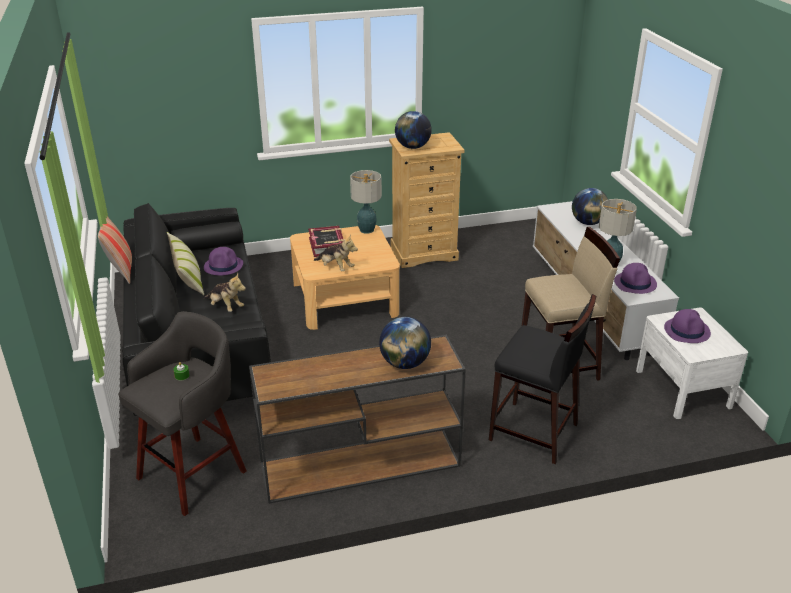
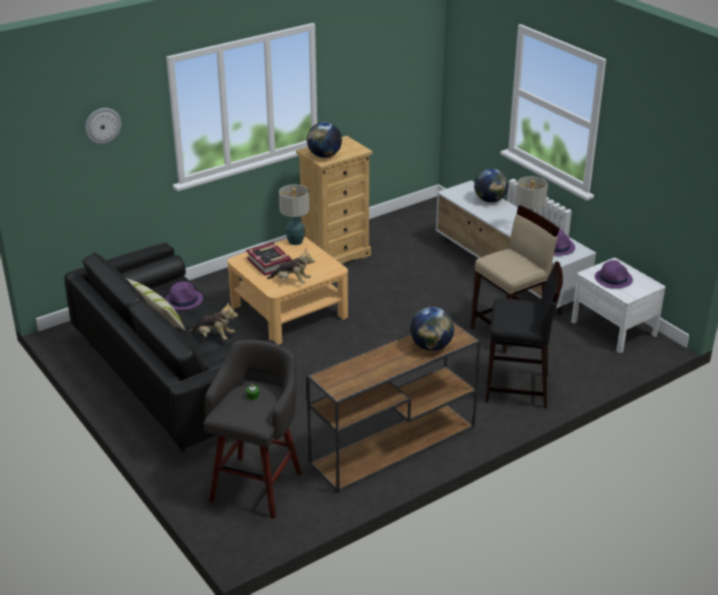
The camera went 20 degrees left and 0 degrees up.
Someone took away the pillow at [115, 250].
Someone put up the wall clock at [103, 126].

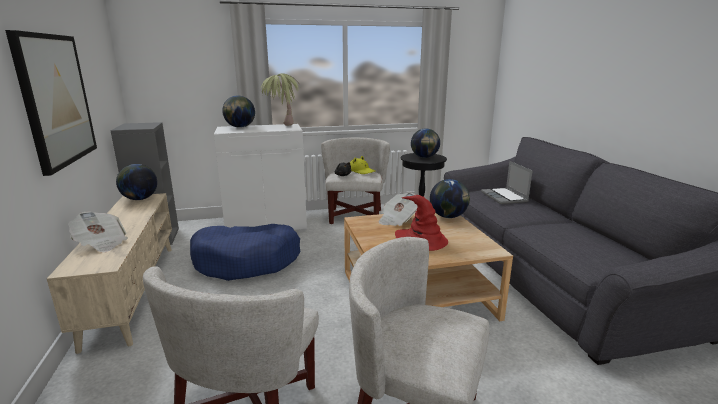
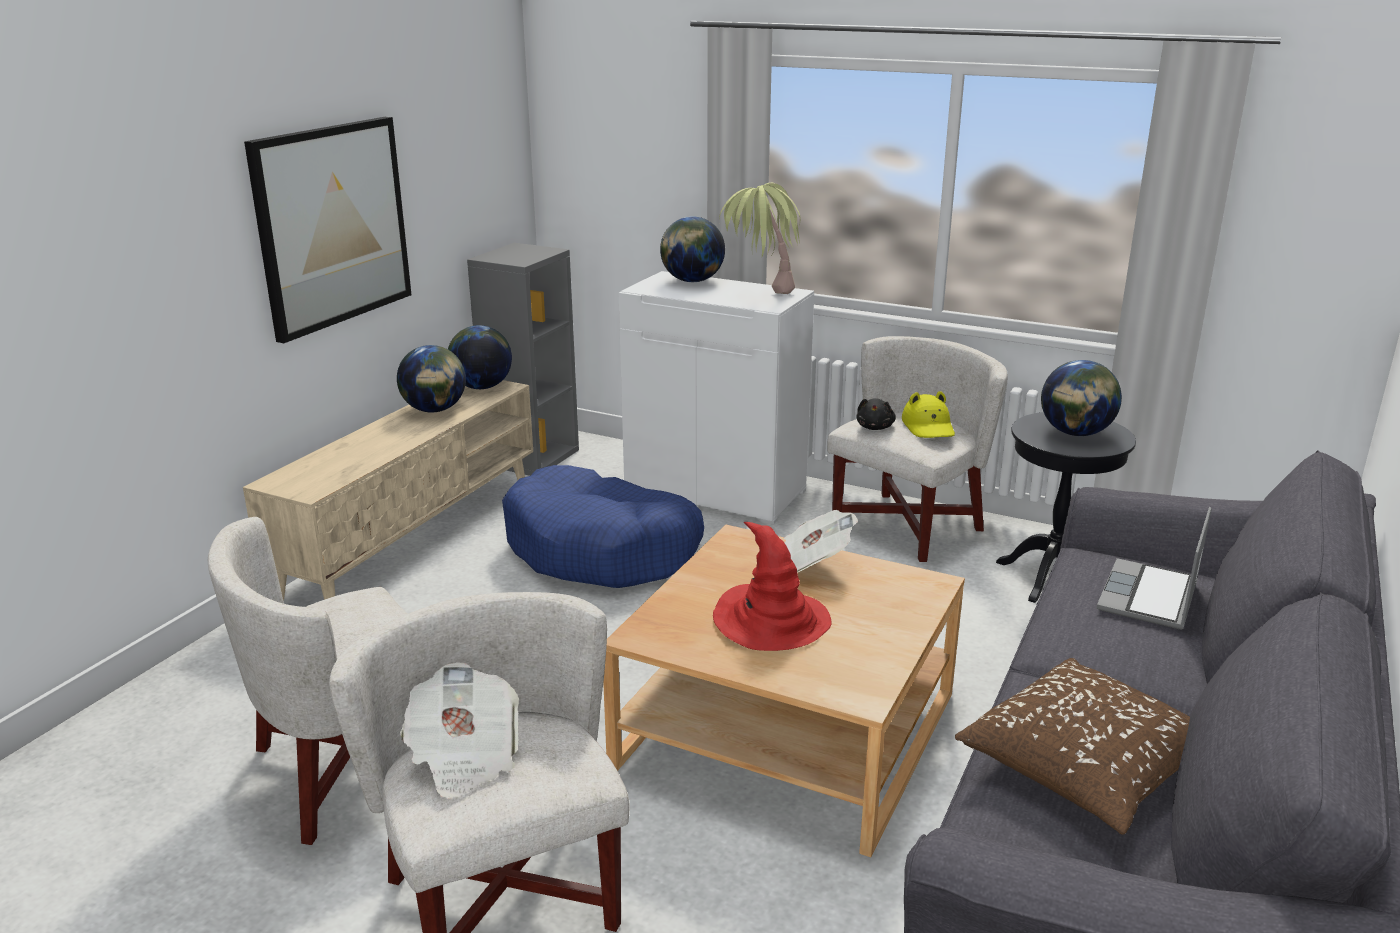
The camera went 40 degrees right and 5 degrees up.
Someone carried the globe from [450, 198] to [431, 379].
Someone carried the newspaper from [98, 231] to [459, 730].
Someone put down the pillow in brown at [1072, 746].

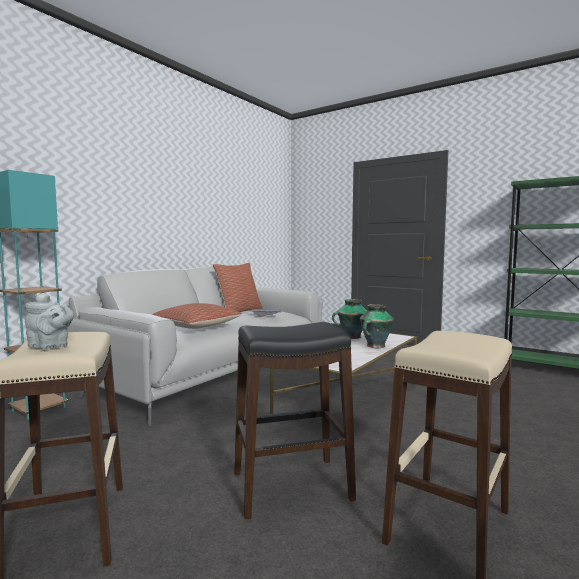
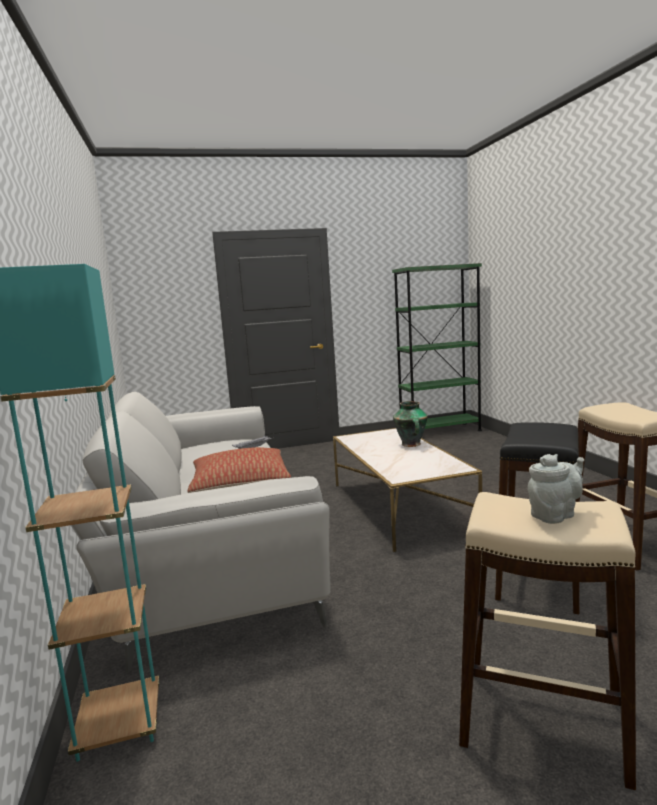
The camera went 50 degrees left and 5 degrees up.
Someone took away the pillow at [238, 287].
Someone took away the vase at [349, 319].

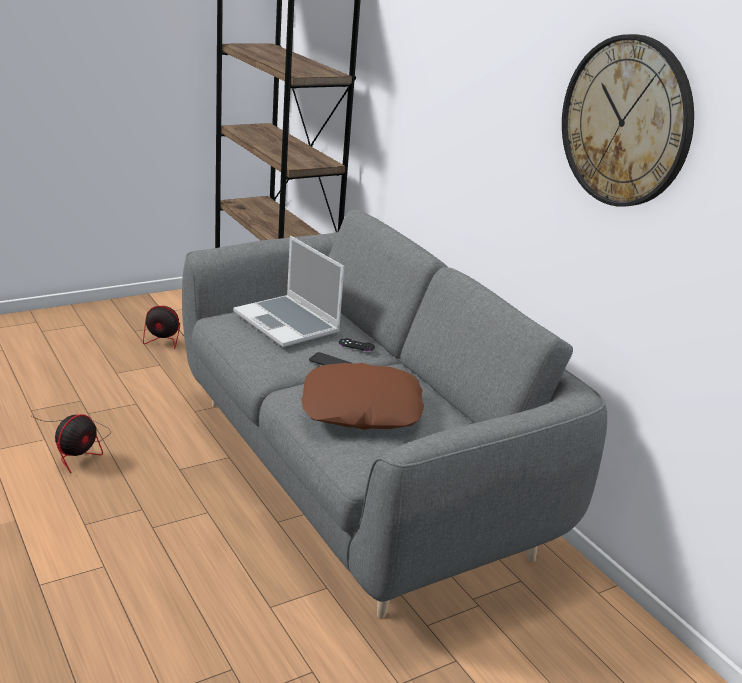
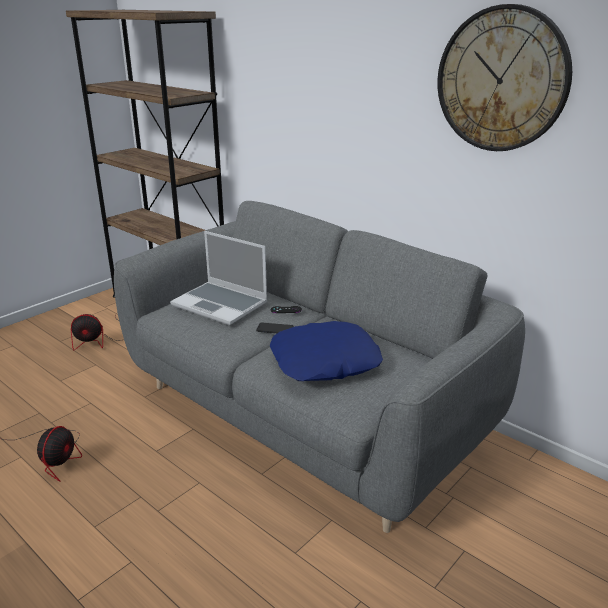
The camera went 15 degrees left and 0 degrees up.
Someone repainted the pillow in brown at [362, 396], which became the pillow in blue at [326, 351].

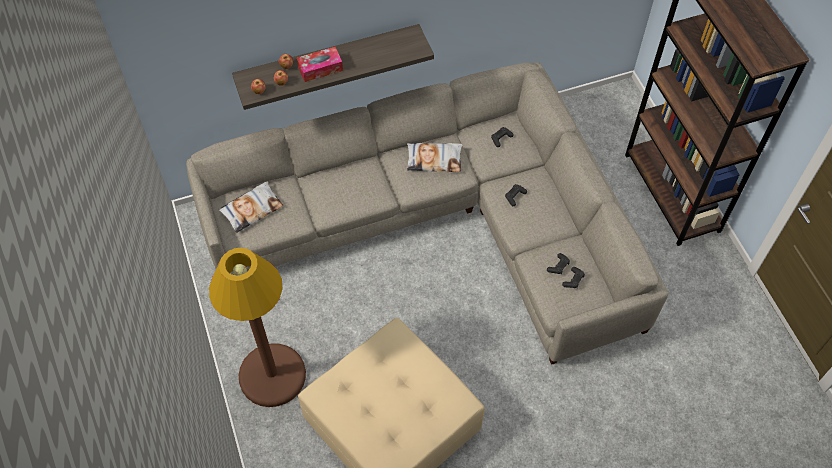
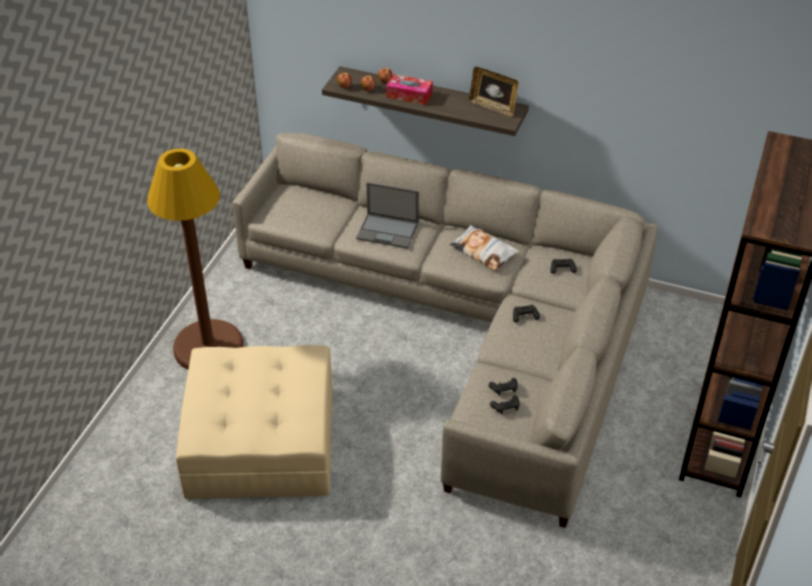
The camera went 40 degrees right and 15 degrees down.
Someone took away the pillow at [251, 207].
Someone put down the picture frame at [493, 92].
Someone put down the laptop at [387, 215].

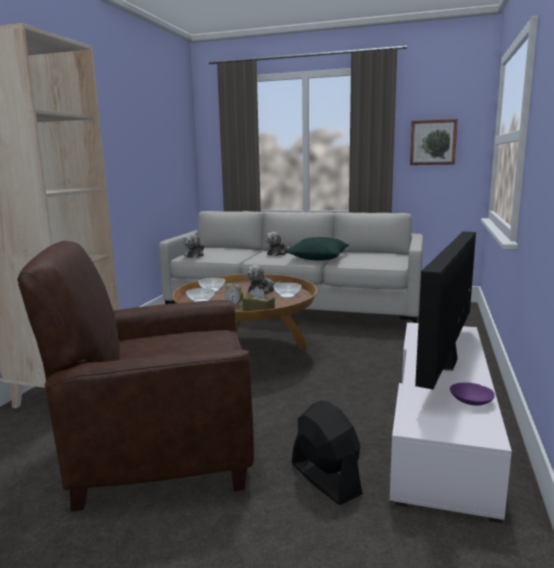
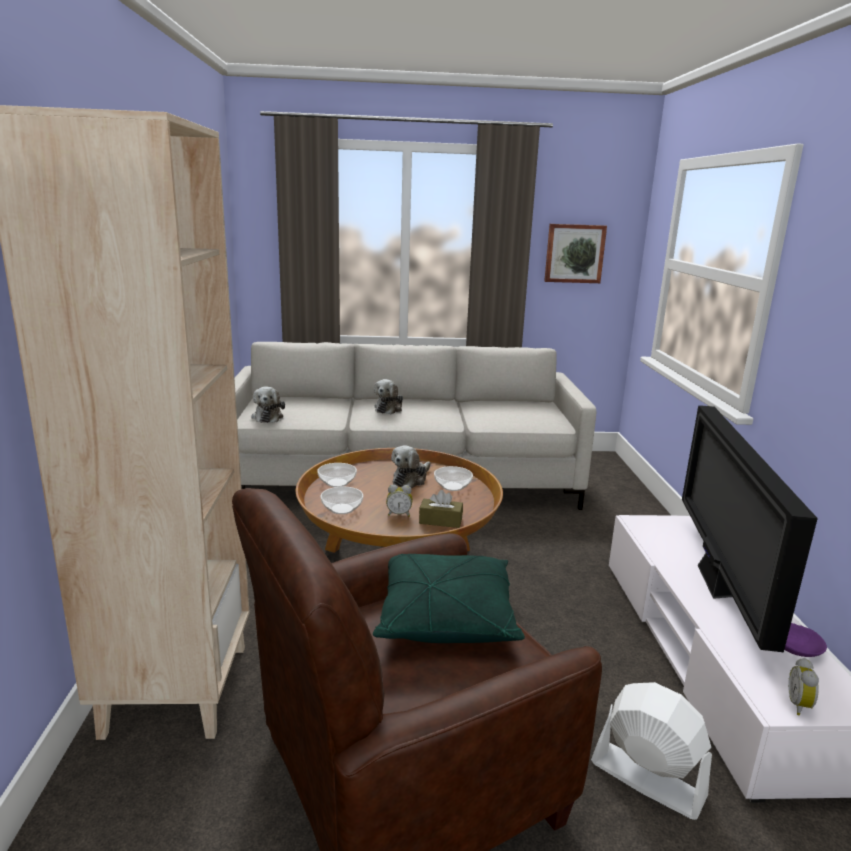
The camera went 20 degrees left and 5 degrees up.
Someone carried the pillow in green from [317, 249] to [449, 598].
Someone repainted the fan in black at [327, 452], which became the fan in white at [651, 751].
Someone put down the alarm clock at [803, 687].

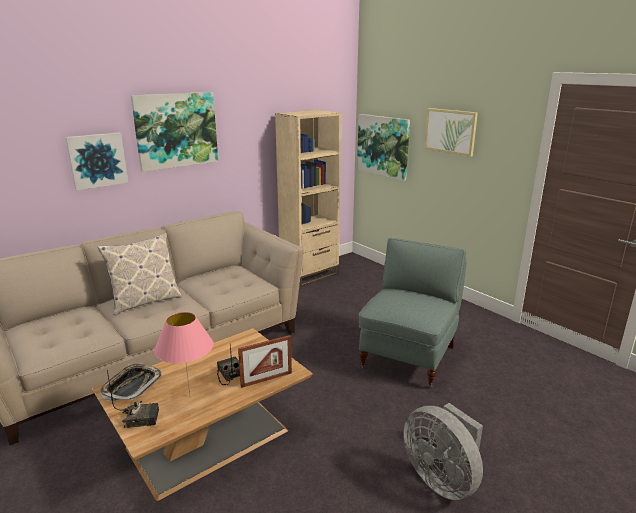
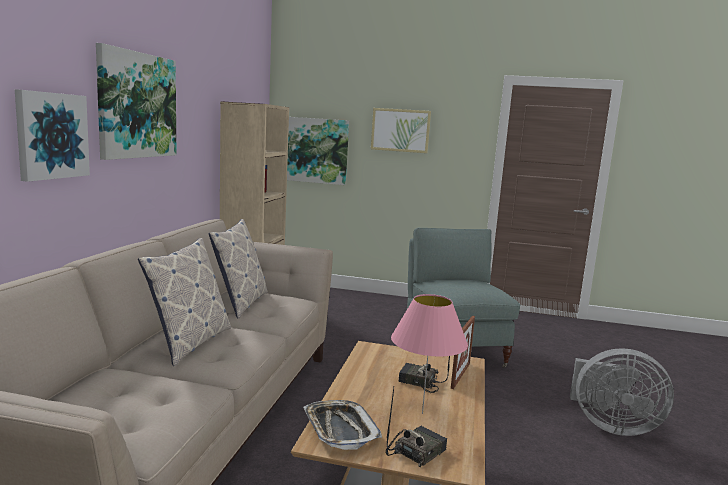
The camera went 40 degrees left and 10 degrees down.
Someone put down the pillow at [238, 269].

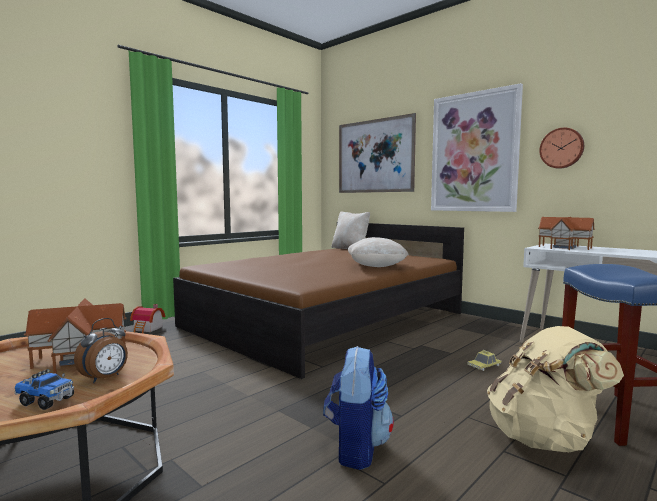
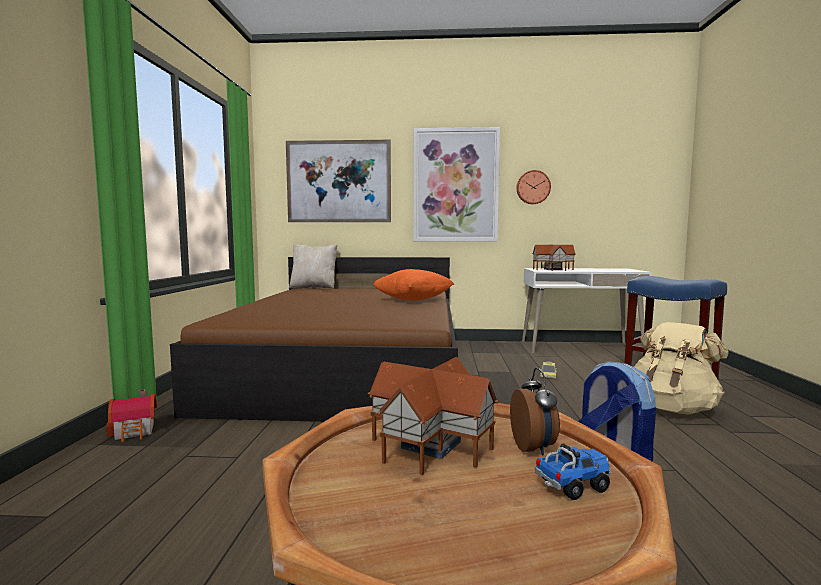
The camera went 40 degrees left and 0 degrees up.
Someone repainted the pillow in beige at [378, 252], which became the pillow in orange at [413, 285].

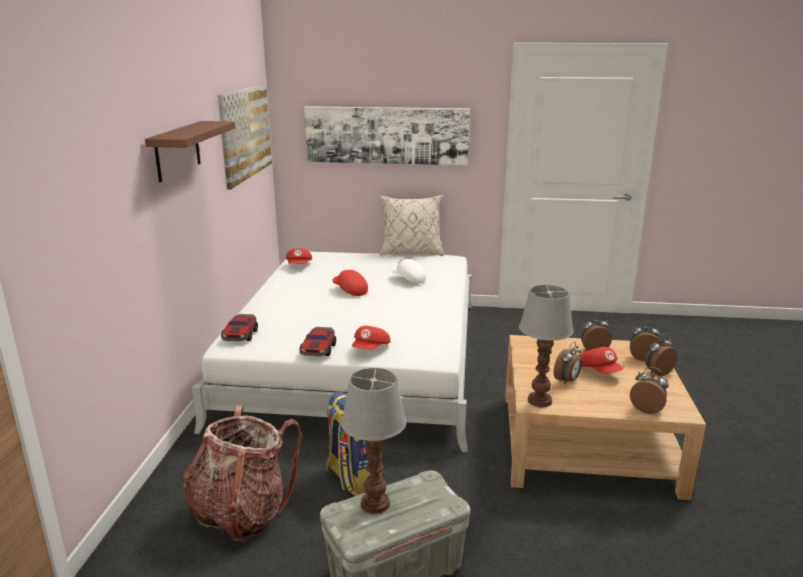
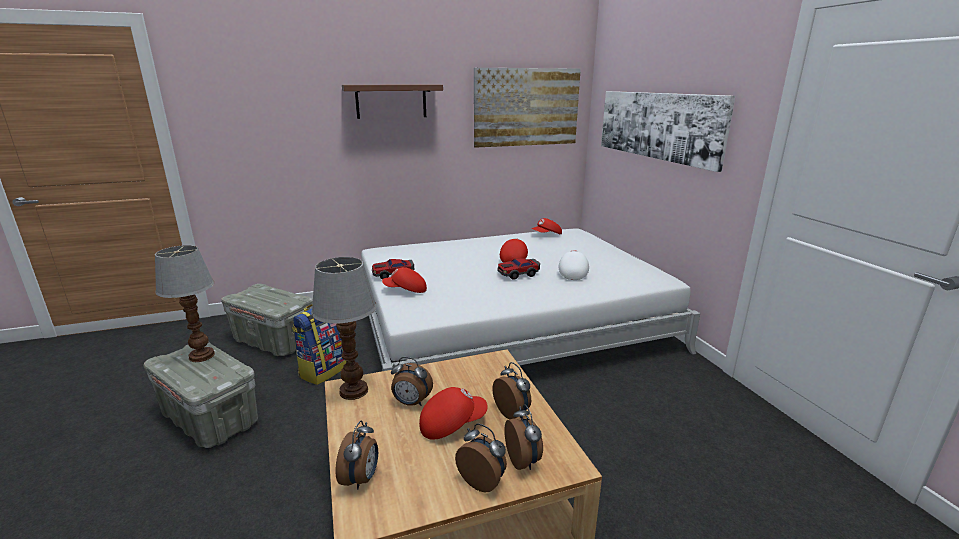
The camera went 65 degrees right and 0 degrees up.
Someone took away the pillow in beige at [411, 225].
Someone carried the toy car from [239, 327] to [519, 269].
Someone rotated the cap in red at [601, 360] by 150 degrees counterclockwise.
Someone swapped the backpack at [242, 473] for the storage box in grey at [267, 320].

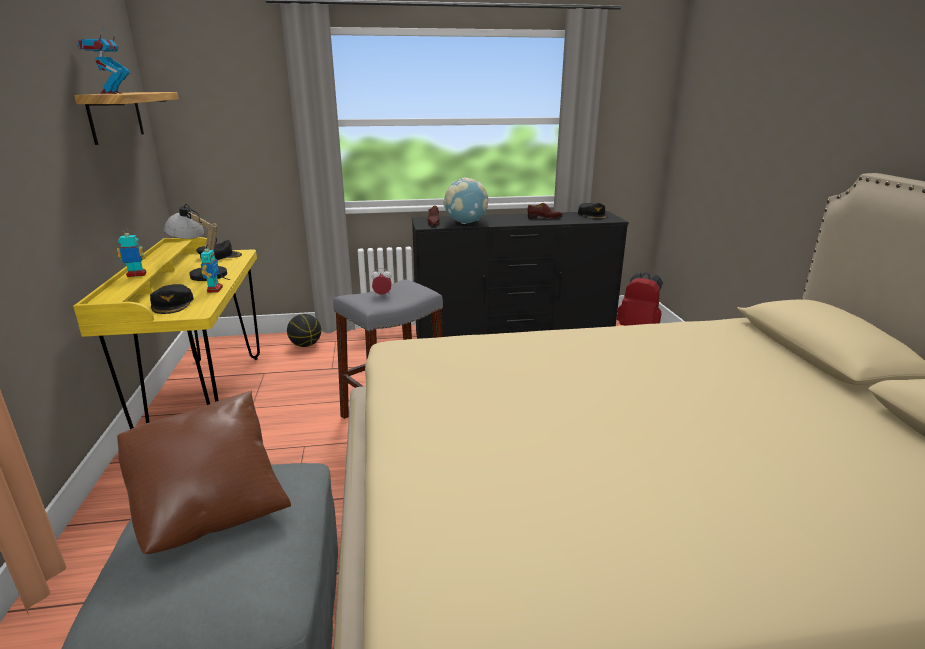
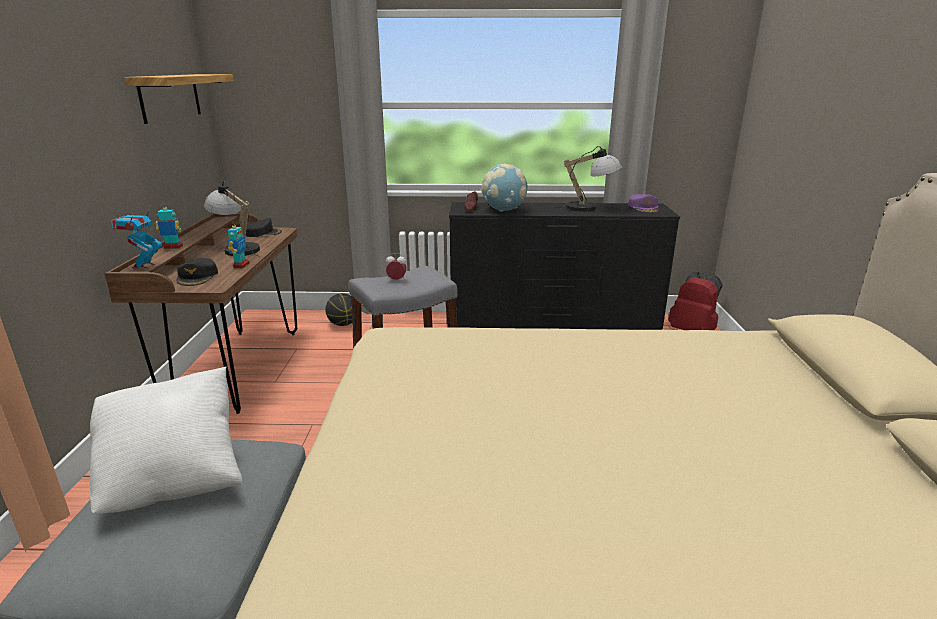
The camera went 10 degrees right and 0 degrees up.
Someone carried the toy robot from [103, 60] to [136, 237].
Someone swapped the shoe in brown at [545, 211] for the table lamp at [588, 179].
Someone repainted the cap in black at [593, 211], which became the cap in purple at [644, 203].
Someone repainted the desk in yellow at [166, 333], which became the desk in brown at [201, 313].
Someone repainted the pillow in brown at [204, 472], which became the pillow in white at [165, 440].

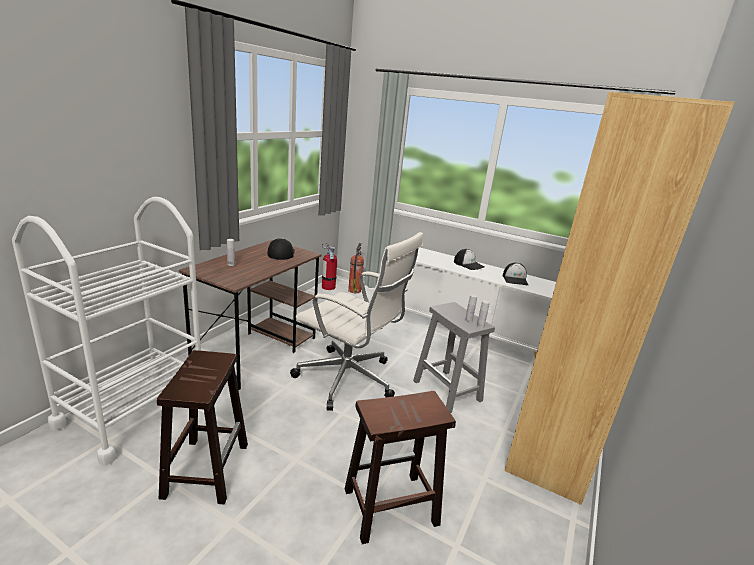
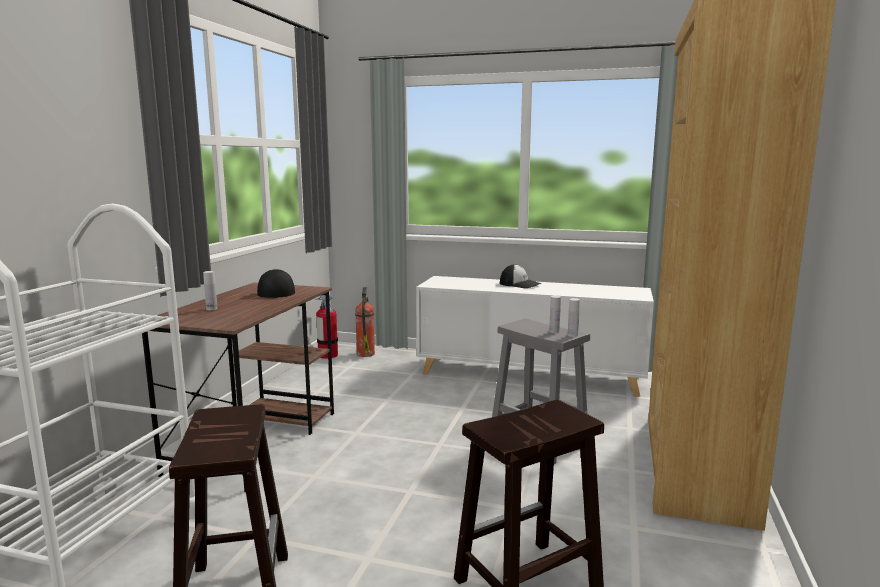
The camera went 10 degrees left and 10 degrees down.
Someone took away the office chair in white at [356, 321].
Someone took away the cap at [515, 274].

